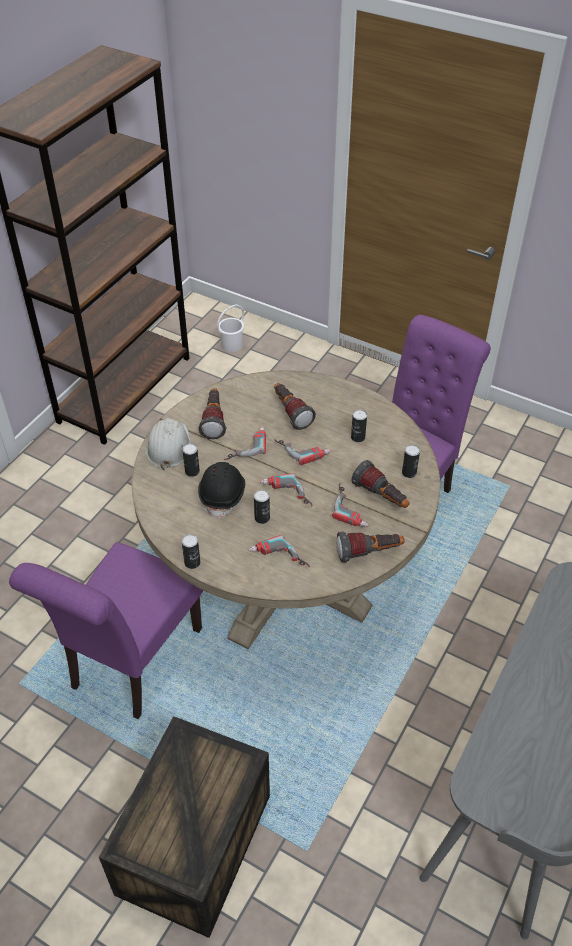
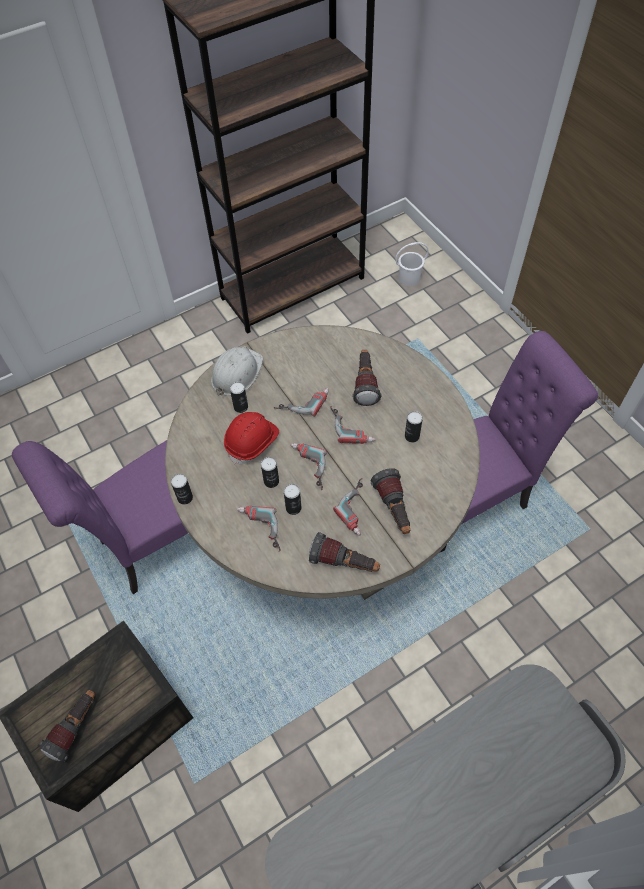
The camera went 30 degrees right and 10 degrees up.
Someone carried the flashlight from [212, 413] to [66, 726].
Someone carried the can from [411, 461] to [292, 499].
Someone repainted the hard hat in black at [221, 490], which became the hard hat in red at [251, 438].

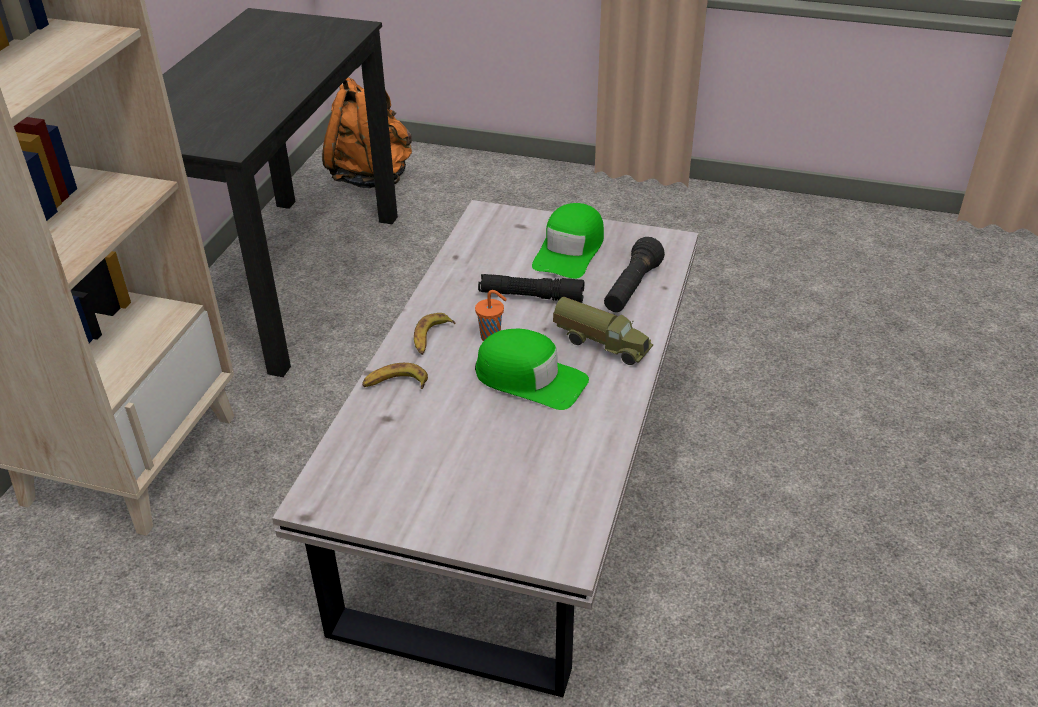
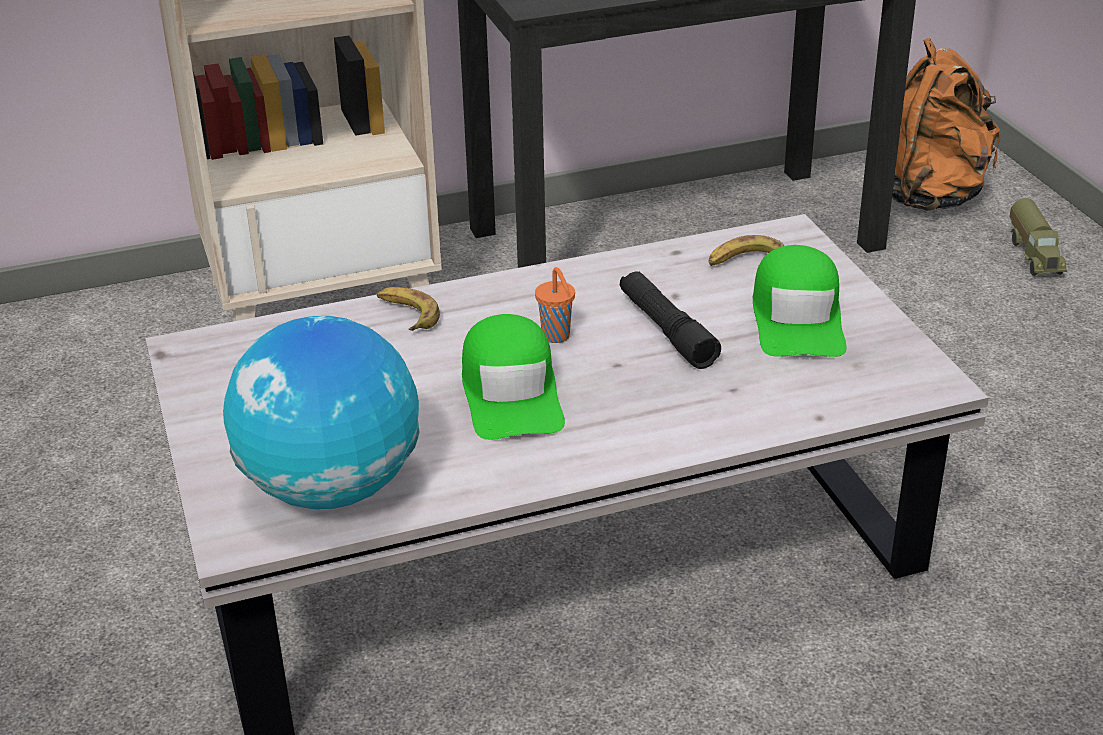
The camera went 55 degrees right and 5 degrees down.
Someone rotated the cap in green at [568, 241] by 75 degrees counterclockwise.
Someone took away the flashlight in black at [634, 274].
Someone carried the toy truck from [603, 331] to [1038, 237].
Someone carried the banana from [434, 334] to [746, 250].
Someone put down the globe at [321, 412].

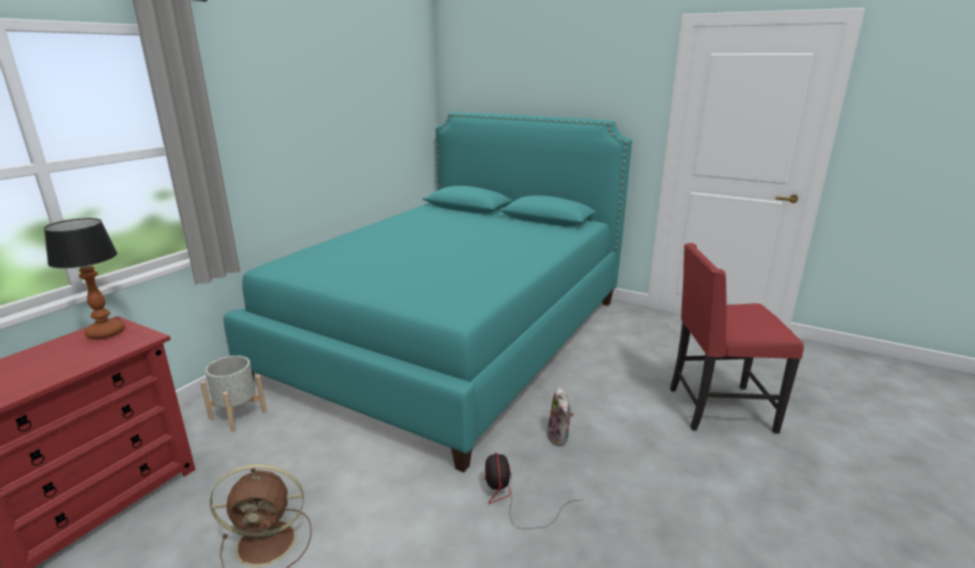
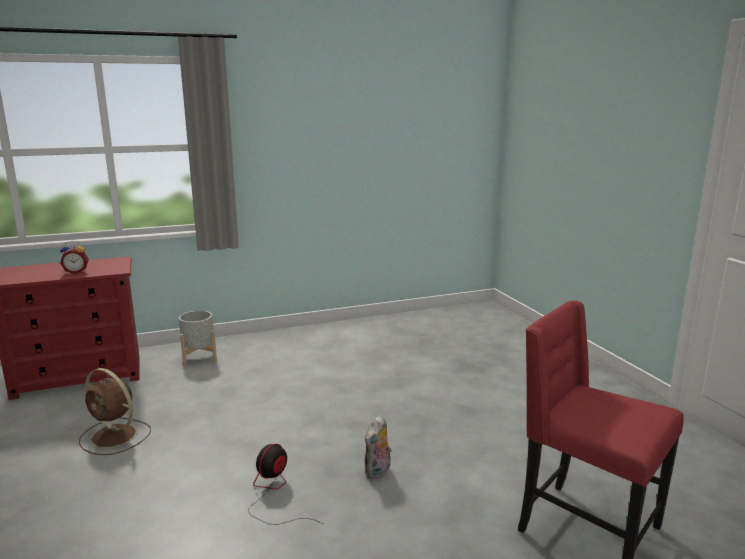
The camera went 40 degrees right and 5 degrees down.
Someone took away the bed in turquoise at [428, 292].
Someone took away the table lamp at [84, 278].
Someone put down the alarm clock at [74, 257].

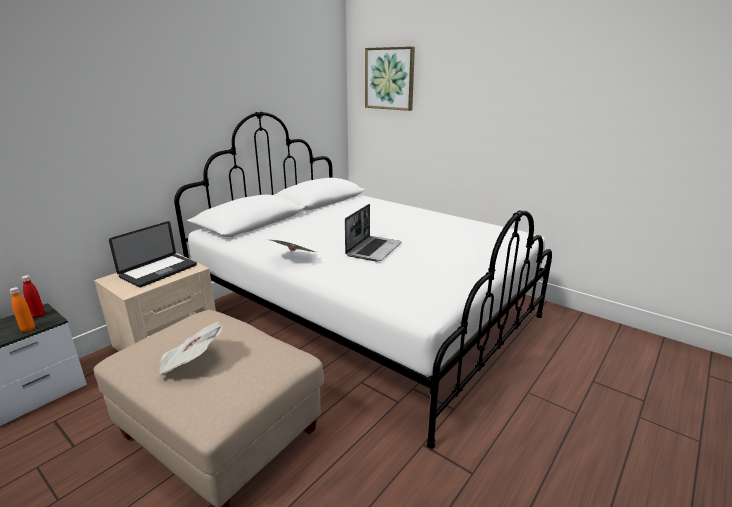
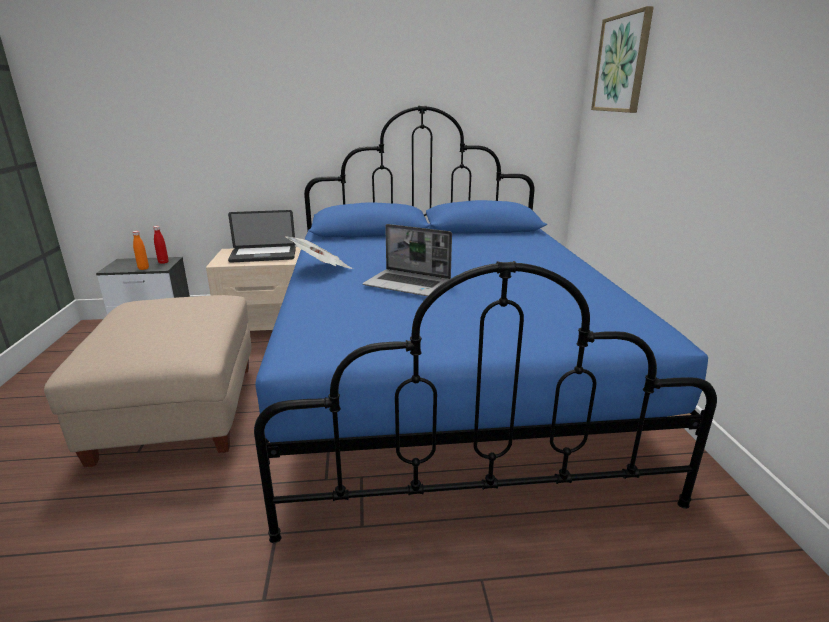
The camera went 45 degrees right and 0 degrees up.
Someone repainted the bed in white at [363, 280], which became the bed in blue at [485, 324].
Someone rotated the laptop at [373, 232] by 45 degrees clockwise.
Someone took away the newspaper at [189, 348].

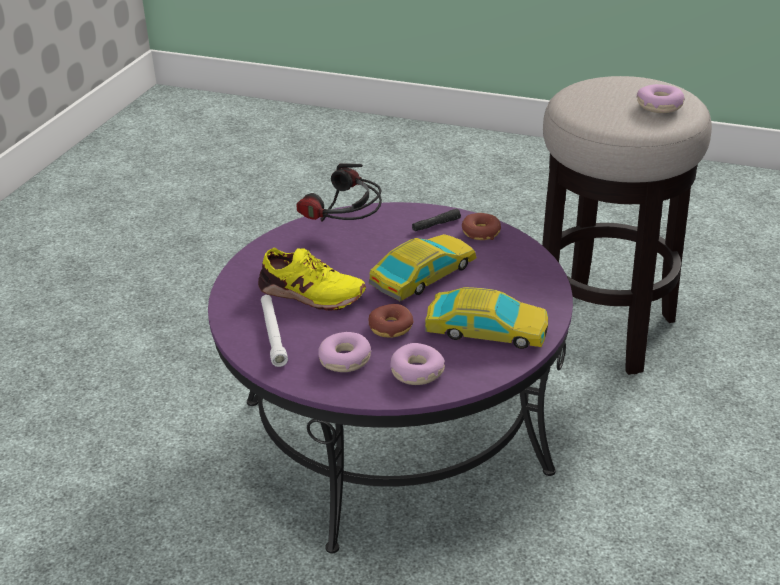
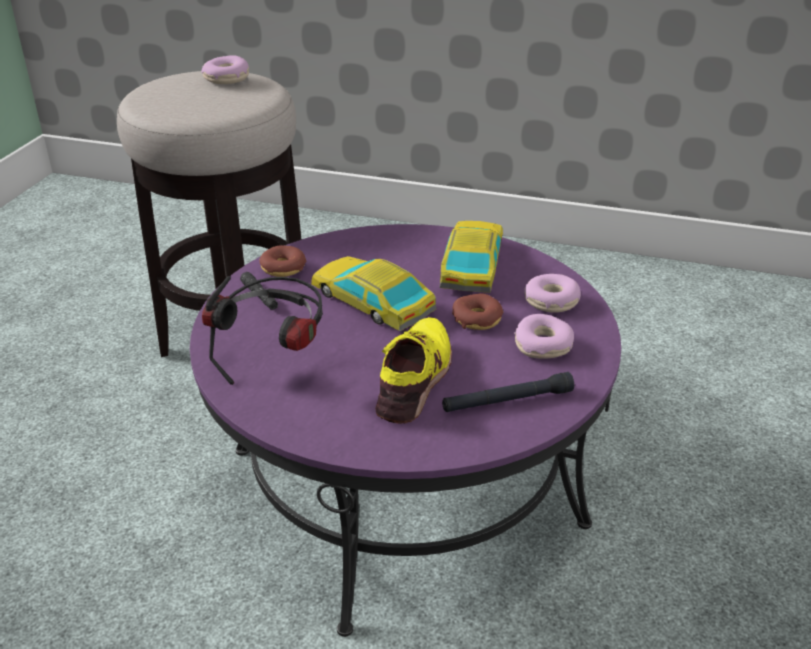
The camera went 95 degrees left and 0 degrees up.
Someone repainted the flashlight in white at [274, 331], which became the flashlight in black at [508, 392].

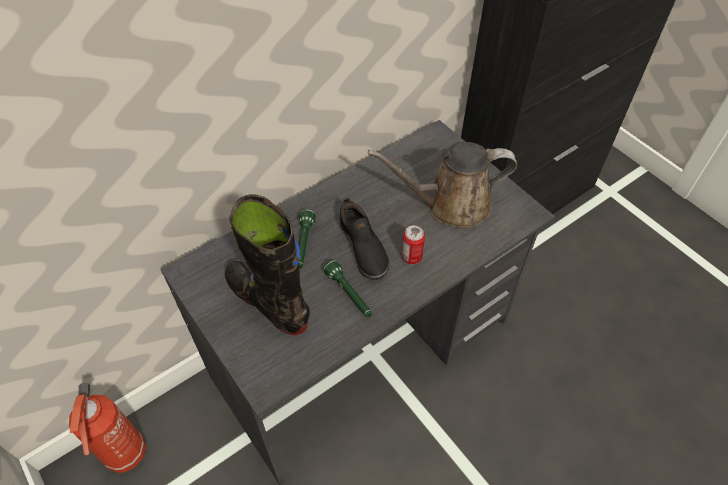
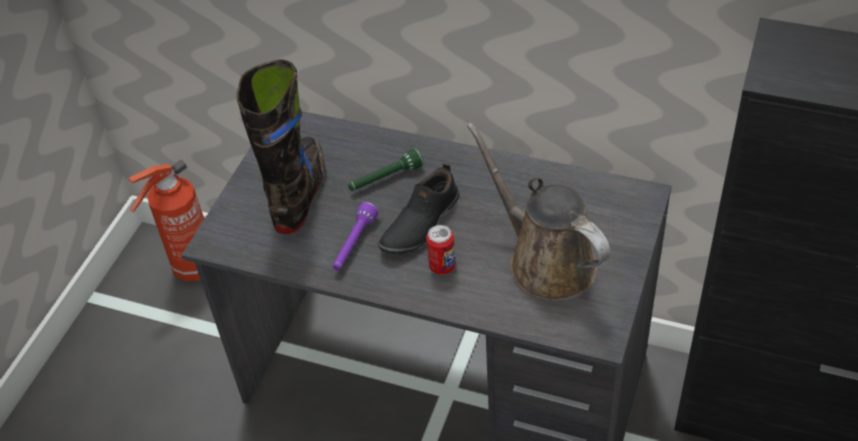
The camera went 60 degrees right and 5 degrees down.
Someone repainted the flashlight in green at [347, 288], which became the flashlight in purple at [355, 236].

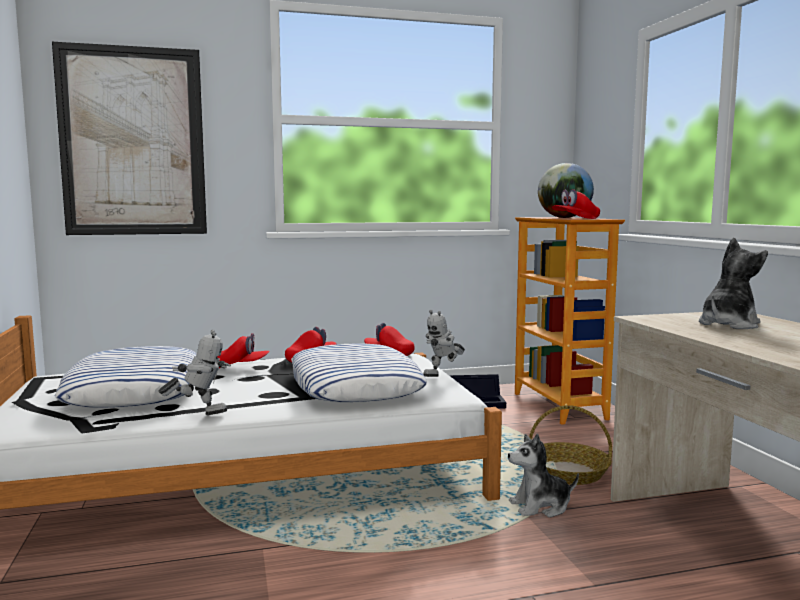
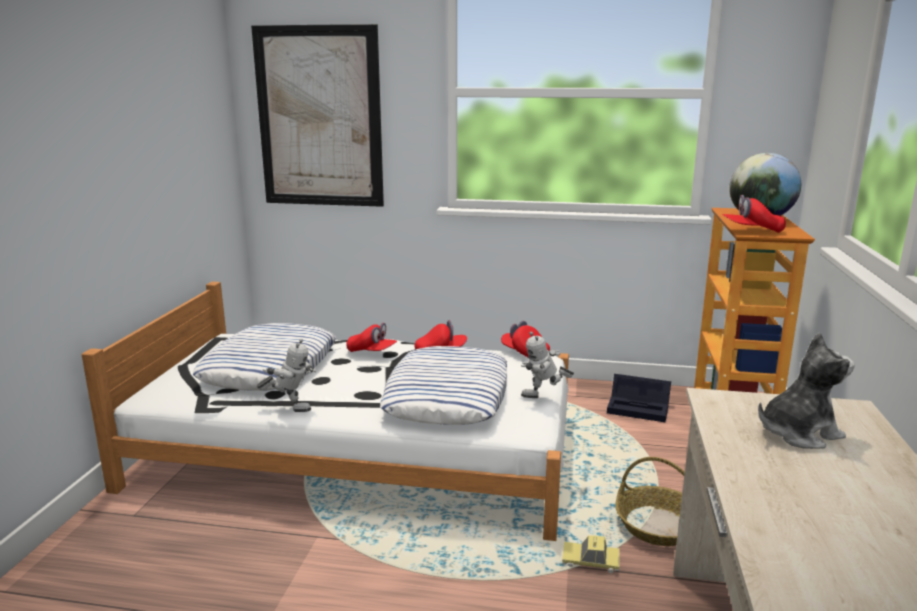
The camera went 25 degrees right and 10 degrees up.
Someone swapped the plush toy at [543, 475] for the toy car at [591, 554].

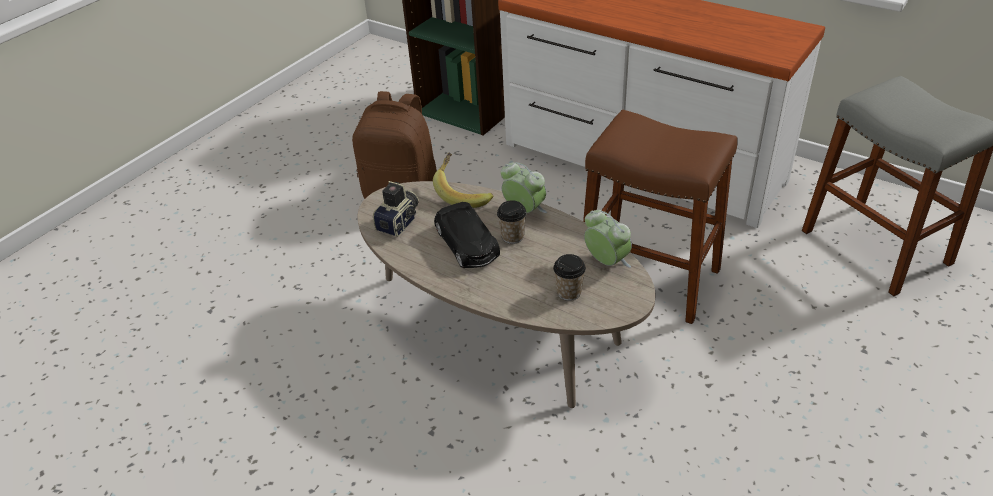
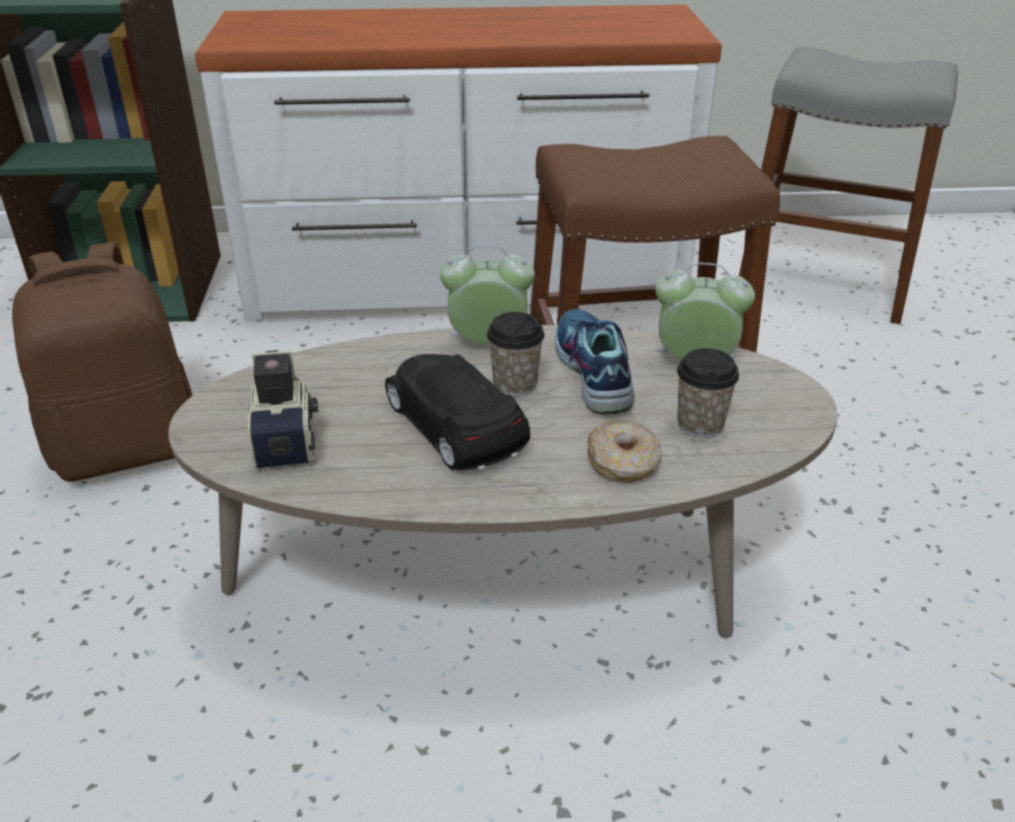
The camera went 40 degrees left and 5 degrees down.
Someone took away the banana at [463, 180].
Someone rotated the toy car in black at [467, 235] by 150 degrees counterclockwise.
Someone put down the shoe at [595, 361].
Someone put down the donut at [624, 451].

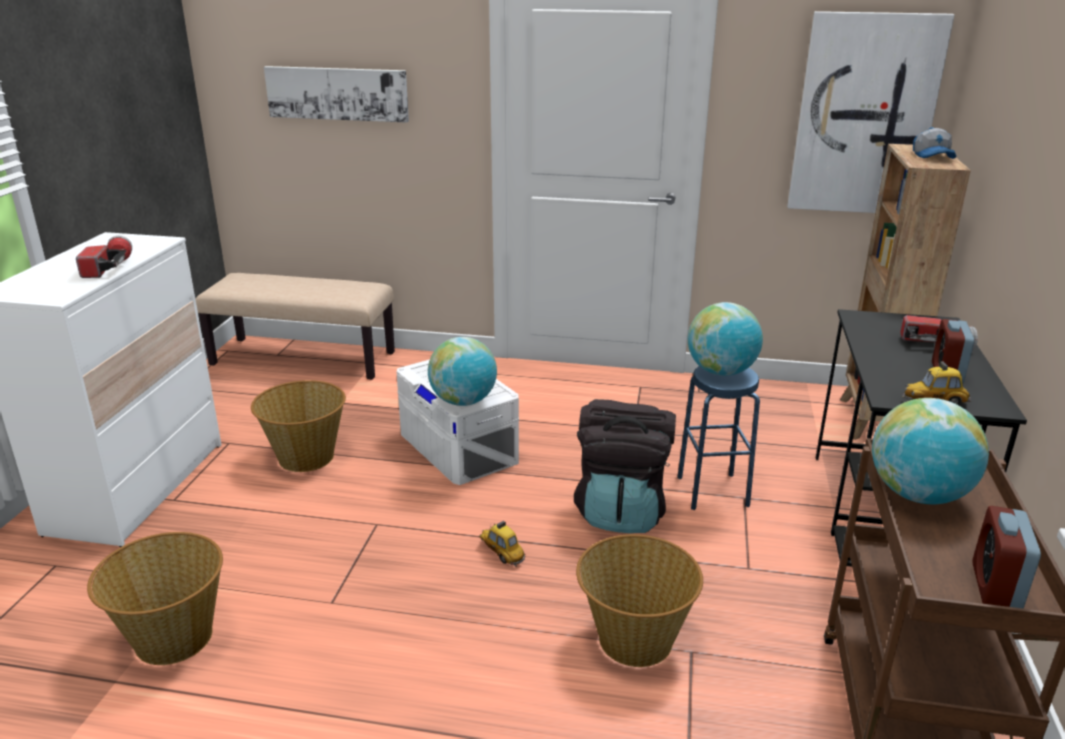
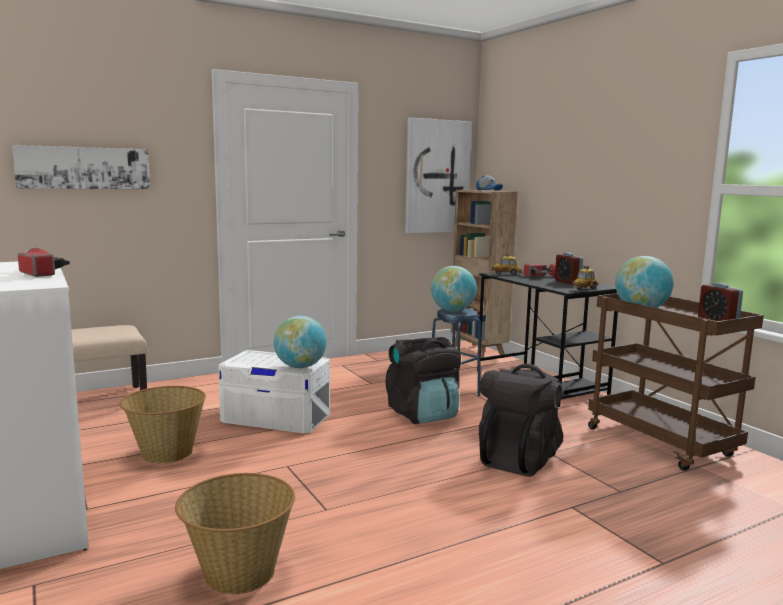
The camera went 40 degrees left and 15 degrees down.
Someone carried the toy car from [502, 544] to [506, 264].
Someone swapped the basket at [639, 600] for the backpack in black at [521, 420].

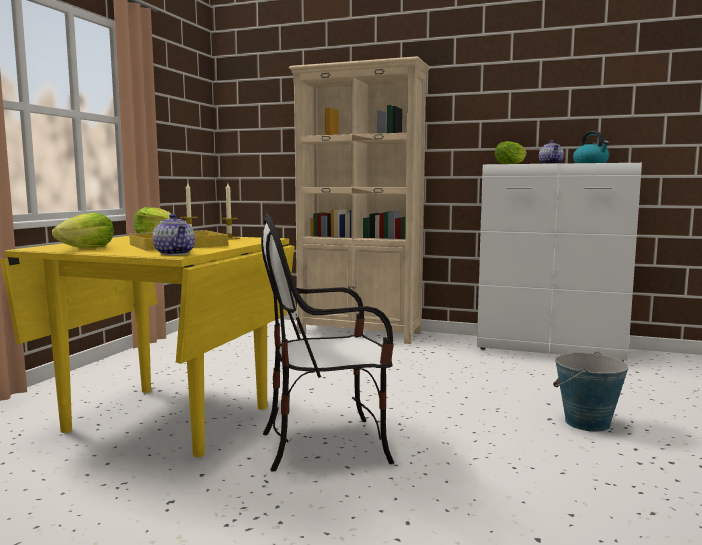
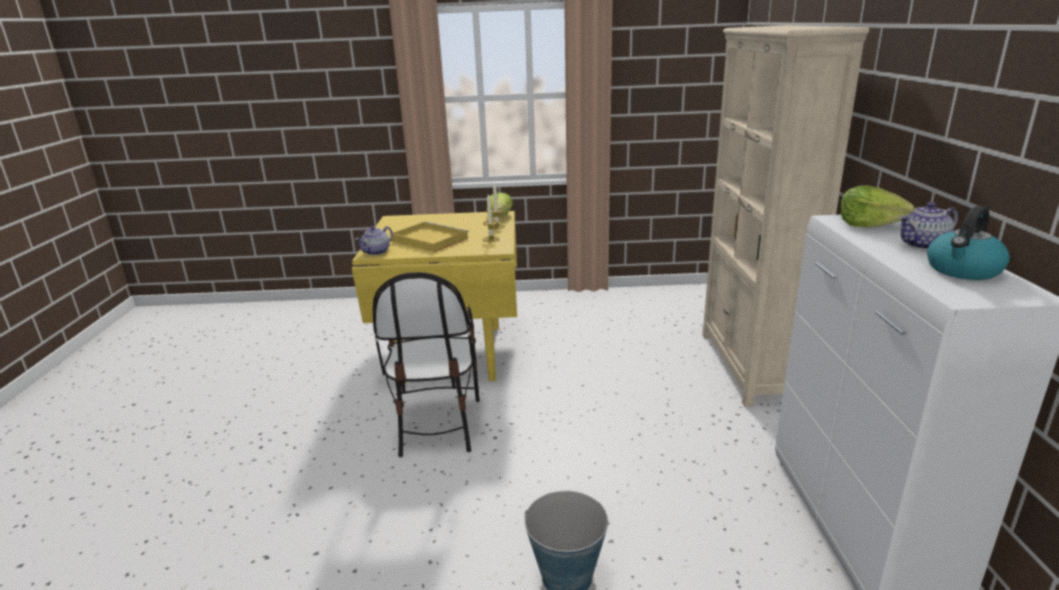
The camera went 70 degrees right and 15 degrees up.
Someone took away the lettuce at [83, 230].
Someone rotated the chair at [327, 343] by 150 degrees counterclockwise.

